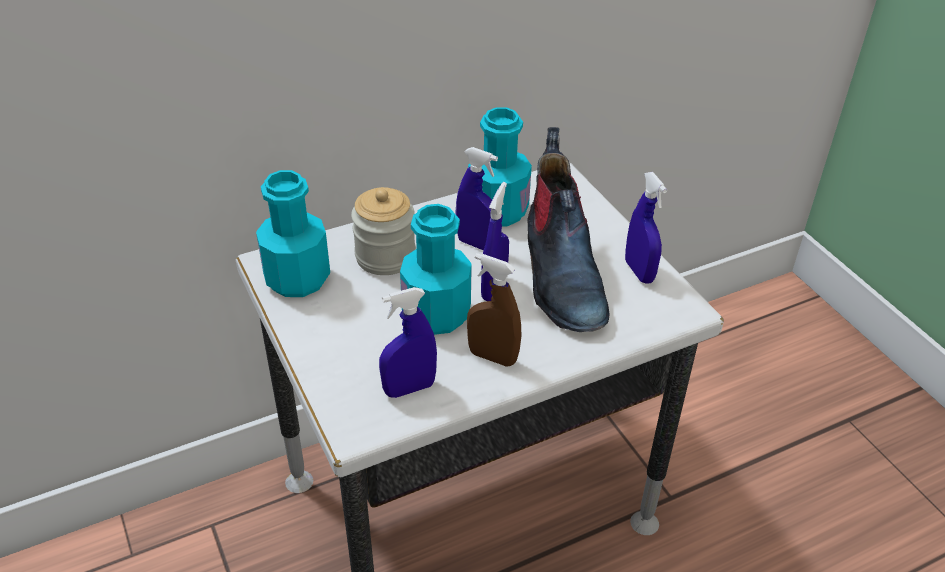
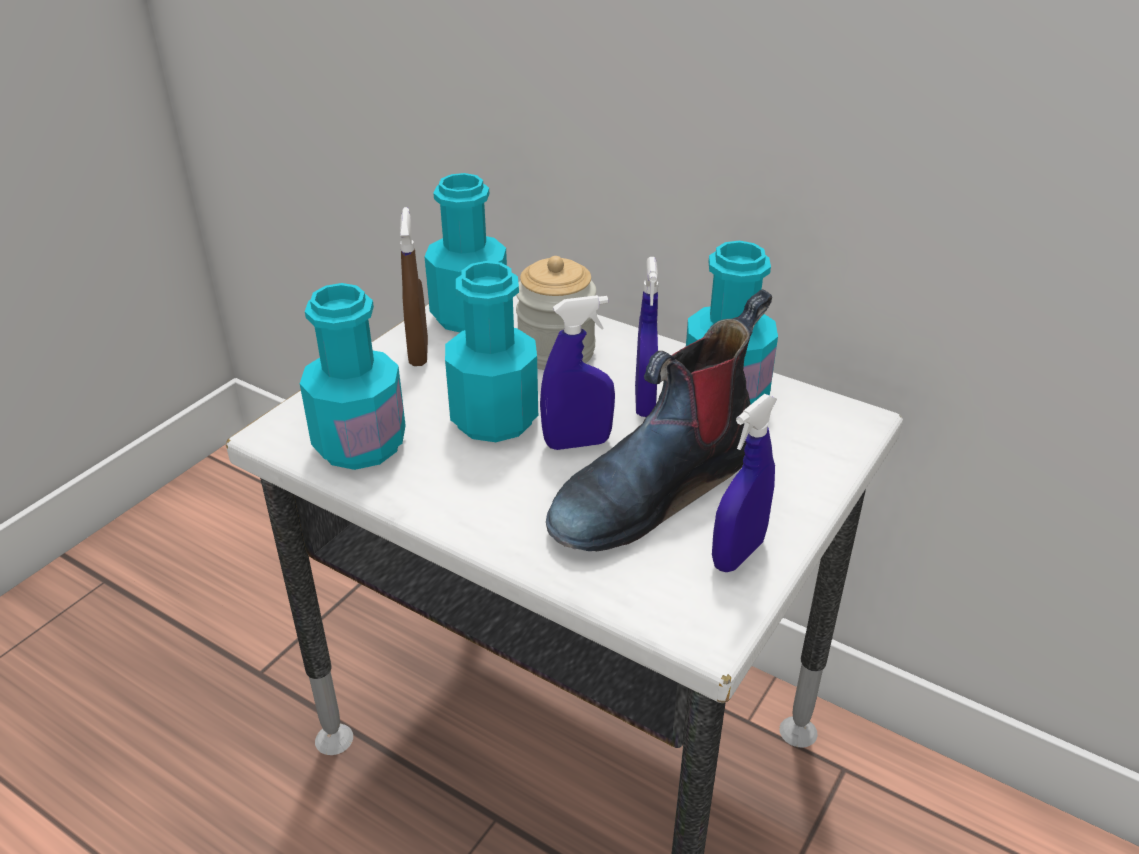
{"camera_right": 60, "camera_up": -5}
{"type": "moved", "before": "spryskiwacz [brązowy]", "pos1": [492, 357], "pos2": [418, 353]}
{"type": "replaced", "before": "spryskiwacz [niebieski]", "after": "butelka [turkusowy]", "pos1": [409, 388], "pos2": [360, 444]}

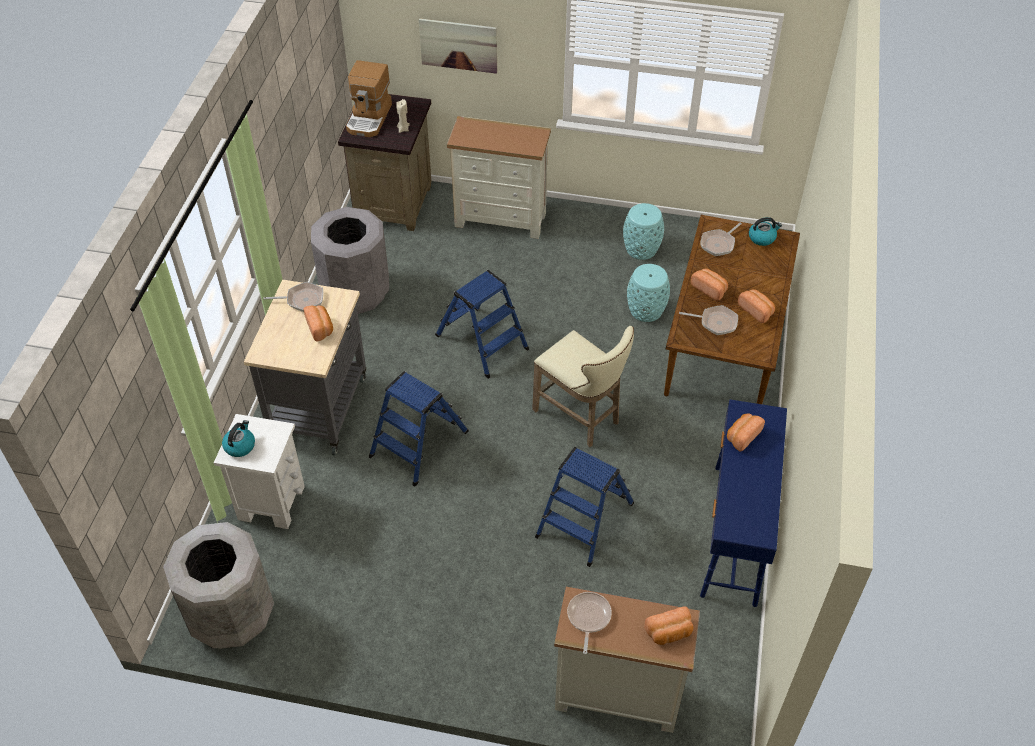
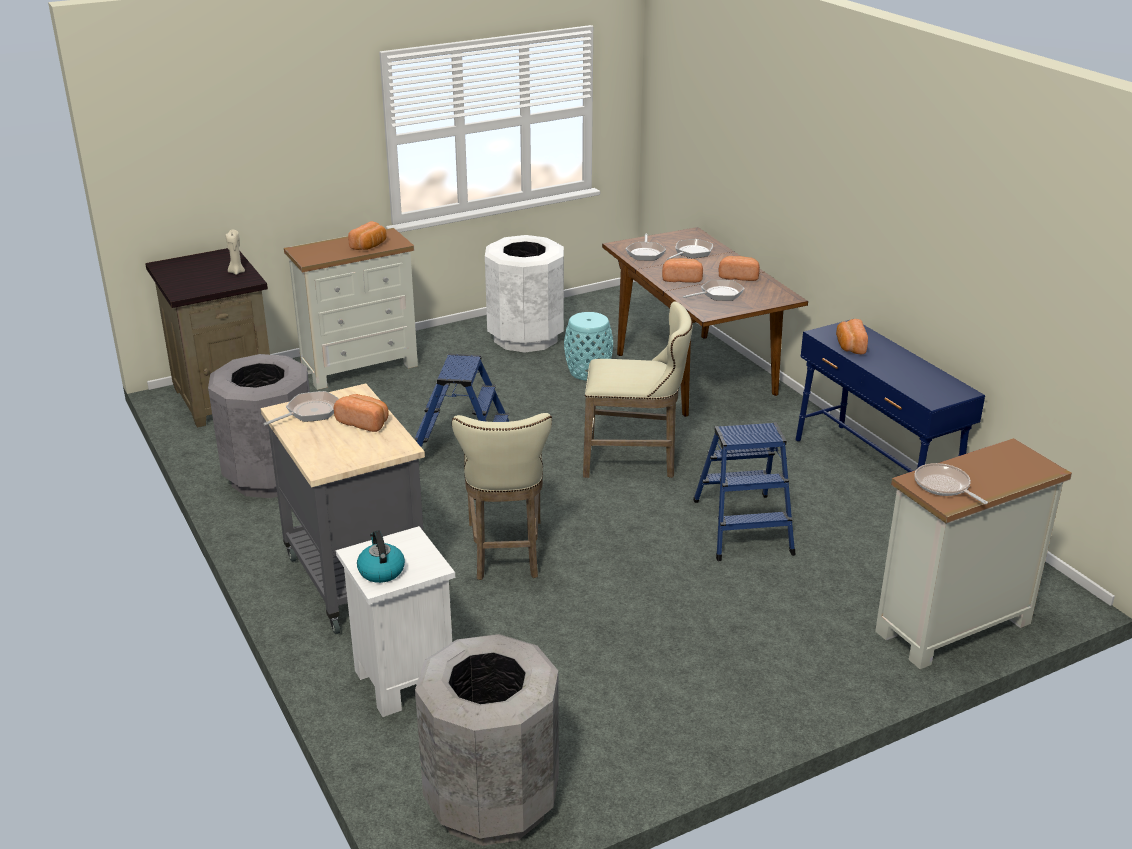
{"camera_right": -40, "camera_up": -20}
{"type": "removed", "before": "ekspres do kawy", "pos1": [370, 118]}
{"type": "removed", "before": "obraz", "pos1": [458, 45]}
{"type": "removed", "before": "czajnik", "pos1": [762, 238]}
{"type": "added", "after": "patelnia", "pos2": [691, 253]}
{"type": "moved", "before": "chleb", "pos1": [669, 633], "pos2": [370, 246]}
{"type": "replaced", "before": "drabinka [niebieski]", "after": "stołek [beżowy]", "pos1": [419, 444], "pos2": [505, 553]}
{"type": "replaced", "before": "stołek [turkusowy]", "after": "kosz na śmieci [biały]", "pos1": [641, 249], "pos2": [526, 337]}

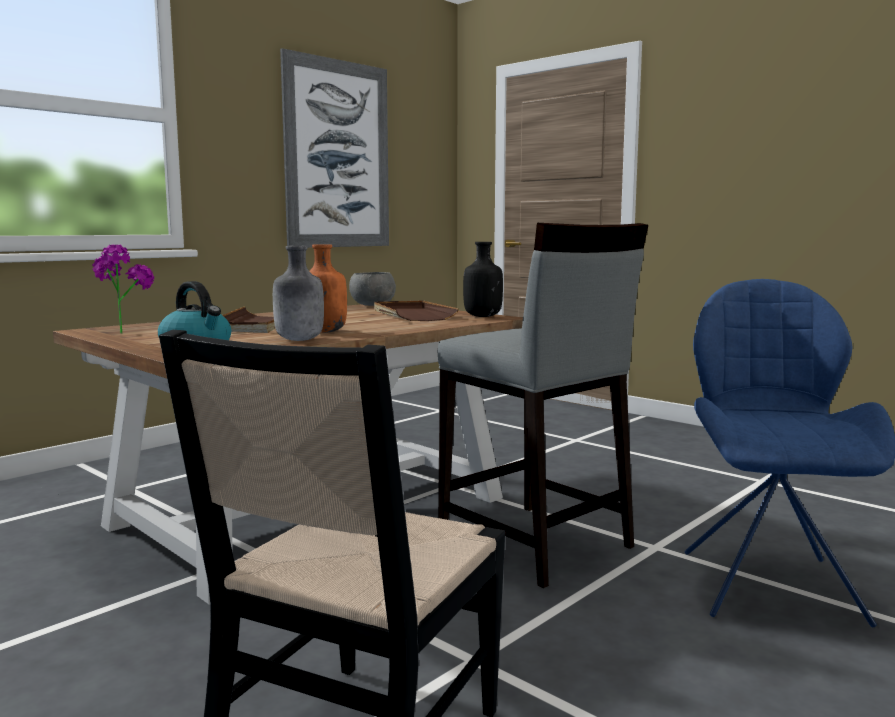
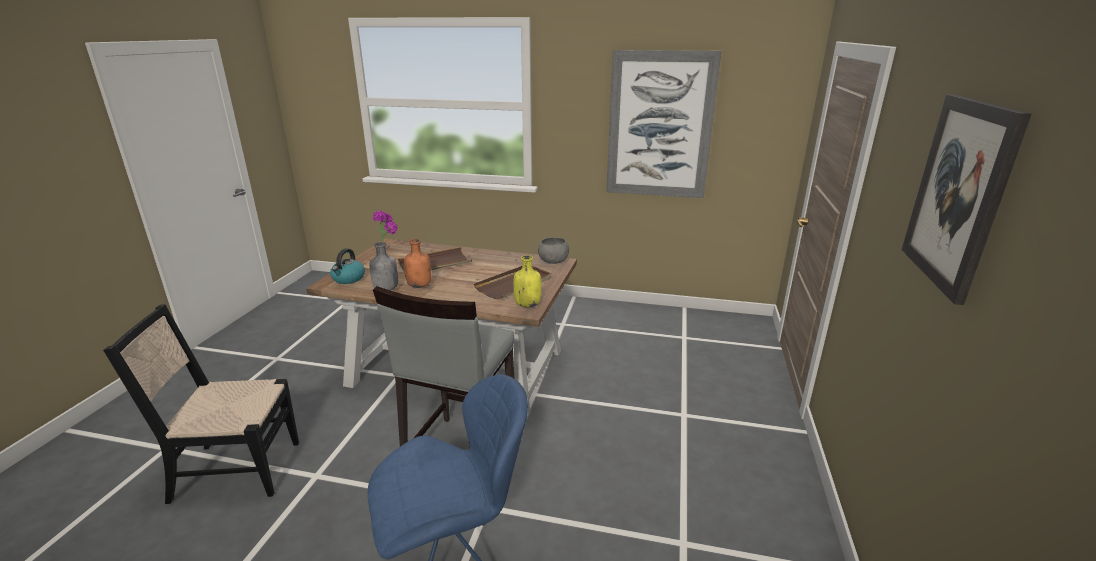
{"camera_right": 60, "camera_up": 15}
{"type": "added", "after": "obraz", "pos2": [959, 194]}
{"type": "recoloured", "before": "butelka [czarny]", "after": "butelka [żółty]", "pos1": [481, 316], "pos2": [527, 304]}

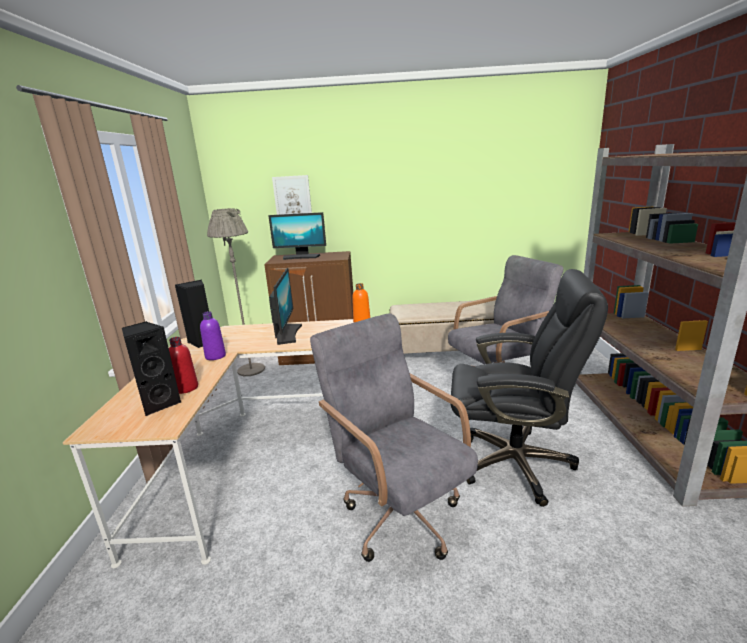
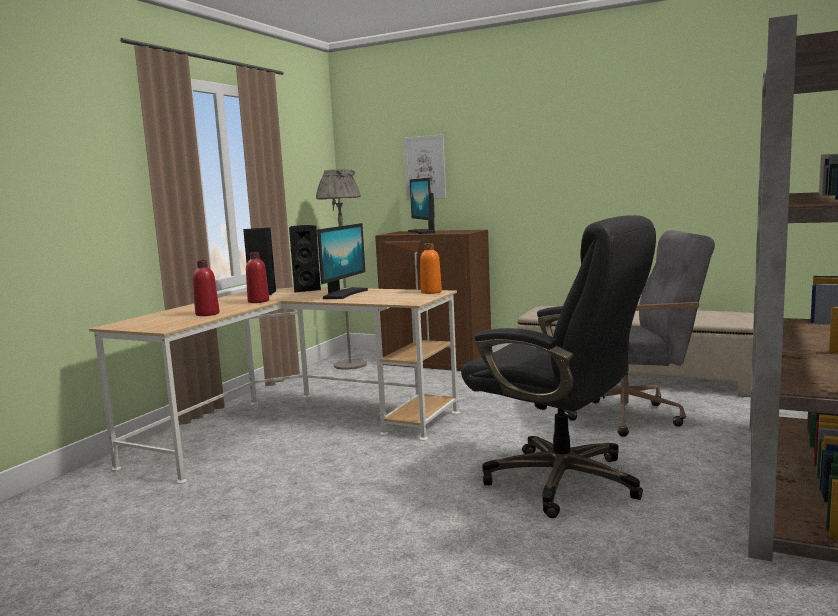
{"camera_right": 25, "camera_up": -10}
{"type": "removed", "before": "krzesło biurowe [szary]", "pos1": [398, 515]}
{"type": "moved", "before": "głośnik [czarny]", "pos1": [159, 403], "pos2": [306, 289]}
{"type": "recoloured", "before": "butelka [fioletowy]", "after": "butelka [czerwony]", "pos1": [215, 356], "pos2": [258, 301]}
{"type": "turned", "before": "monitor", "pos1": [301, 257], "pos2": [423, 232], "turn": 45}

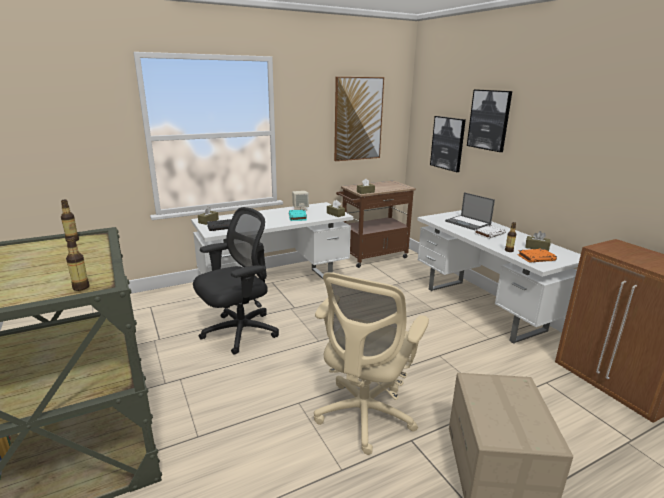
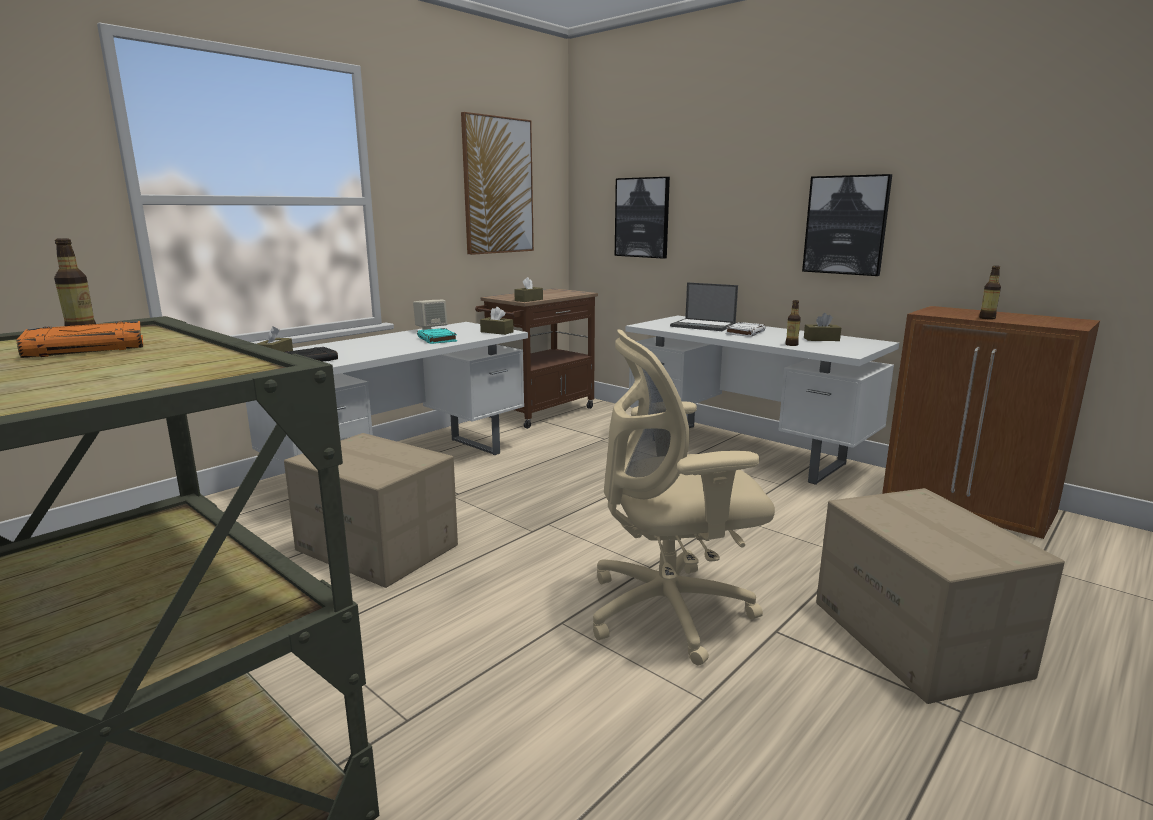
{"camera_right": -20, "camera_up": -5}
{"type": "moved", "before": "butelka", "pos1": [81, 287], "pos2": [987, 318]}
{"type": "moved", "before": "obraz", "pos1": [489, 120], "pos2": [846, 225]}
{"type": "moved", "before": "książka [pomarańczowy]", "pos1": [536, 258], "pos2": [88, 347]}
{"type": "replaced", "before": "krzesło biurowe [czarny]", "after": "karton", "pos1": [237, 334], "pos2": [378, 547]}
{"type": "turned", "before": "krzesło biurowe [beżowy]", "pos1": [365, 409], "pos2": [677, 607], "turn": 75}

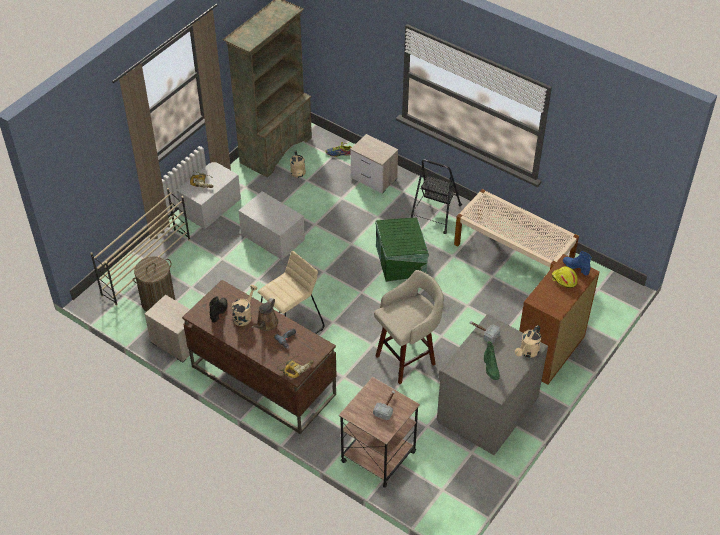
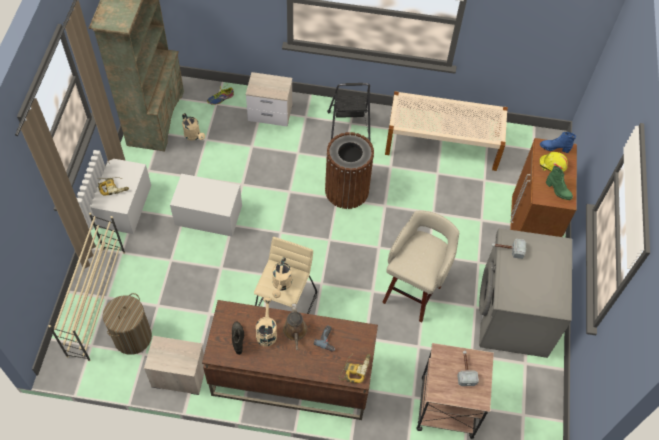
{"camera_right": -30, "camera_up": 10}
{"type": "moved", "before": "but z cholewką [zielony]", "pos1": [490, 369], "pos2": [558, 190]}
{"type": "moved", "before": "konewka [beżowy]", "pos1": [527, 352], "pos2": [281, 285]}
{"type": "replaced", "before": "pojemnik do przechowywania [zielony]", "after": "kosz na śmieci [brązowy]", "pos1": [401, 260], "pos2": [347, 190]}

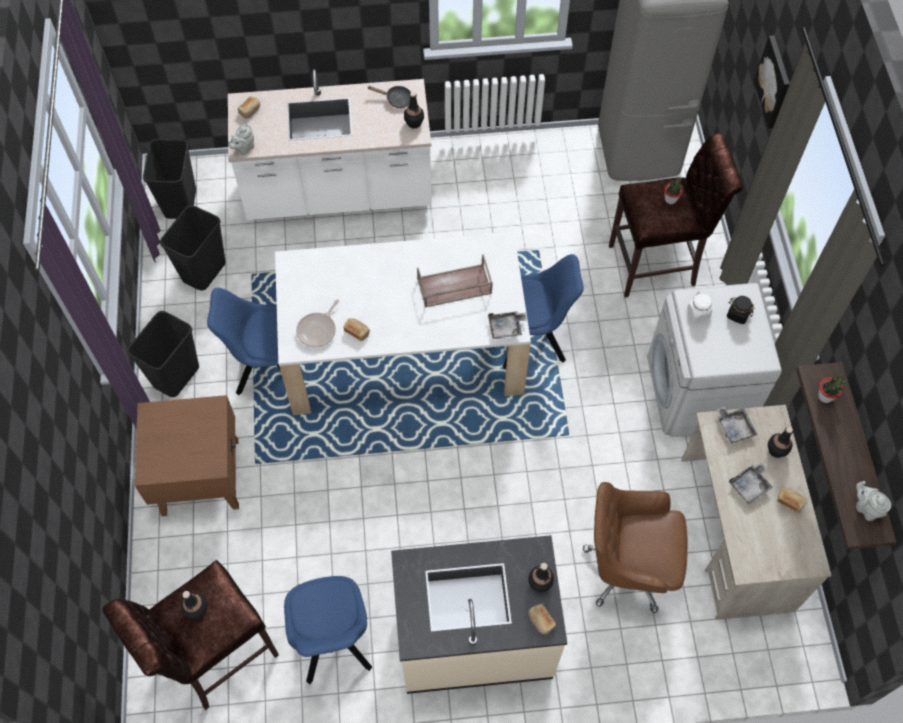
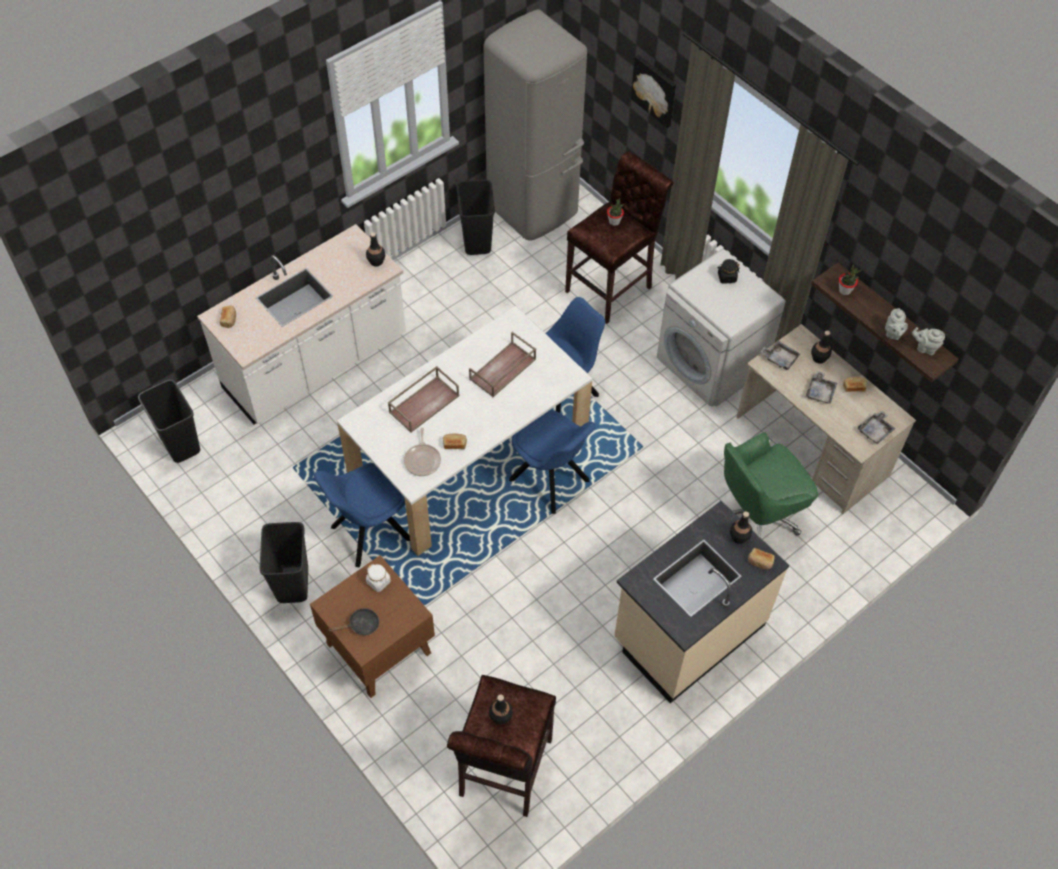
{"camera_right": -35, "camera_up": -5}
{"type": "added", "after": "taca [brązowy]", "pos2": [424, 403]}
{"type": "moved", "before": "kosz na śmieci [czarny]", "pos1": [203, 271], "pos2": [476, 241]}
{"type": "moved", "before": "imbryk [szary]", "pos1": [244, 148], "pos2": [892, 334]}
{"type": "moved", "before": "krzesło [niebieski]", "pos1": [333, 642], "pos2": [550, 480]}
{"type": "moved", "before": "patelnia [czarny]", "pos1": [396, 99], "pos2": [361, 625]}
{"type": "moved", "before": "taca [szary]", "pos1": [506, 328], "pos2": [875, 431]}
{"type": "moved", "before": "słoik [biały]", "pos1": [698, 312], "pos2": [378, 582]}
{"type": "recoloured", "before": "krzesło biurowe [brązowy]", "after": "krzesło biurowe [zielony]", "pos1": [627, 567], "pos2": [757, 515]}

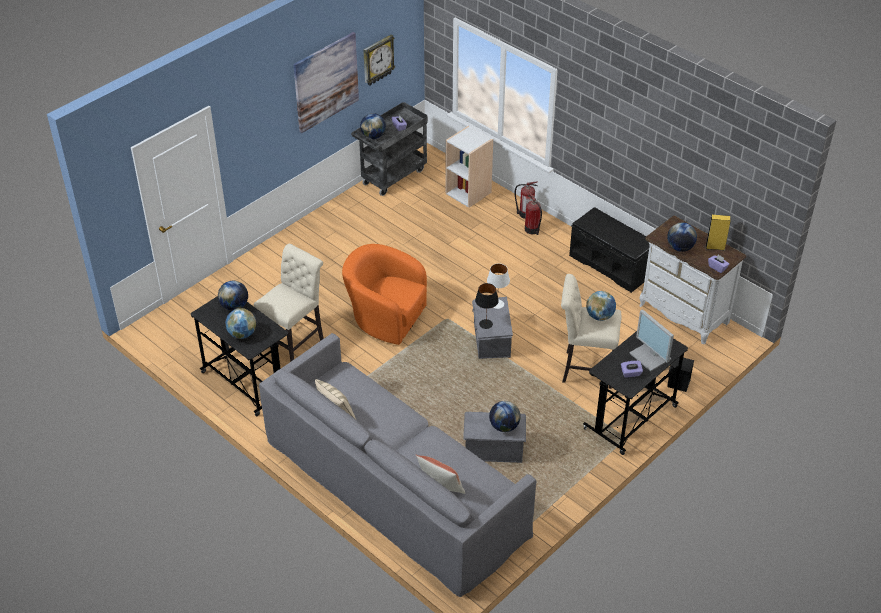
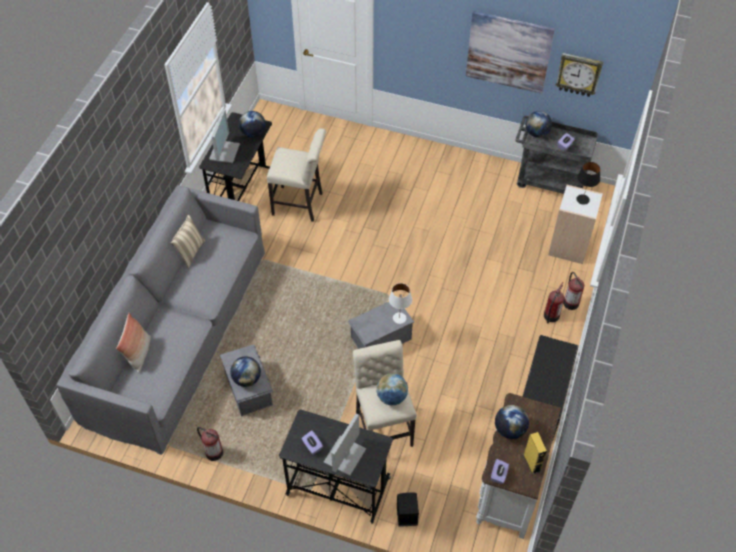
{"camera_right": 65, "camera_up": 10}
{"type": "removed", "before": "fotel [pomarańczowy]", "pos1": [385, 319]}
{"type": "added", "after": "gaśnica", "pos2": [213, 452]}
{"type": "moved", "before": "lampa stołowa [czarny]", "pos1": [486, 324], "pos2": [583, 199]}
{"type": "replaced", "before": "globus", "after": "monitor", "pos1": [242, 334], "pos2": [224, 151]}

